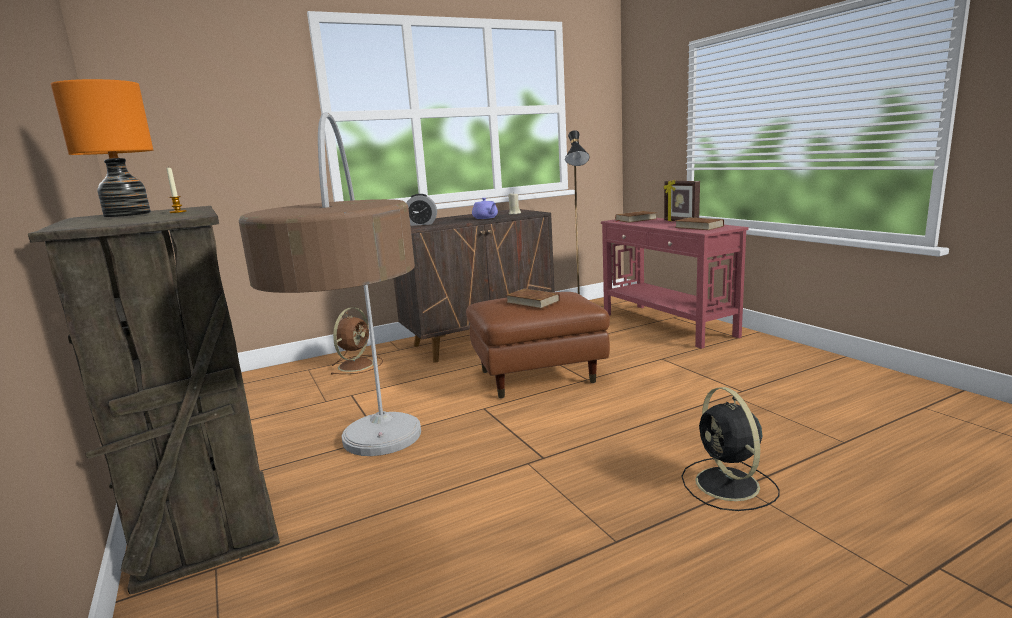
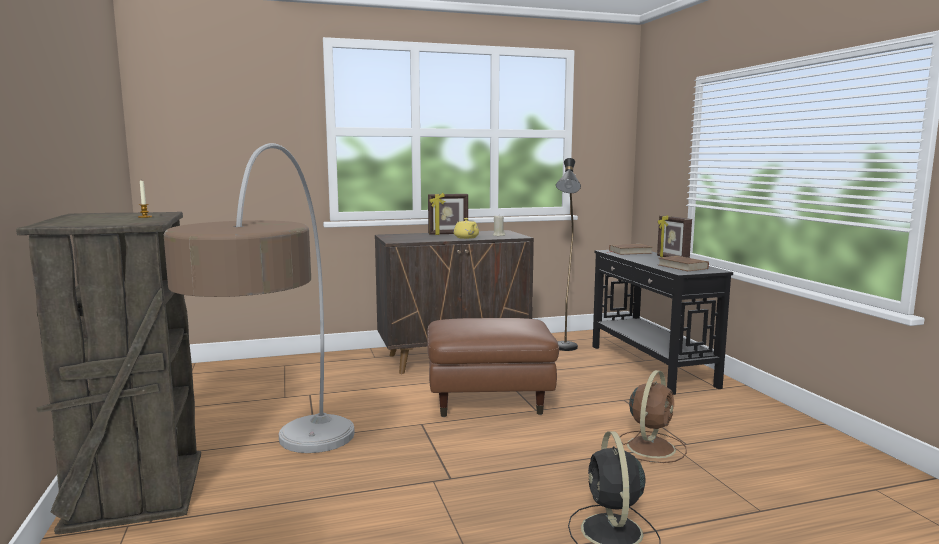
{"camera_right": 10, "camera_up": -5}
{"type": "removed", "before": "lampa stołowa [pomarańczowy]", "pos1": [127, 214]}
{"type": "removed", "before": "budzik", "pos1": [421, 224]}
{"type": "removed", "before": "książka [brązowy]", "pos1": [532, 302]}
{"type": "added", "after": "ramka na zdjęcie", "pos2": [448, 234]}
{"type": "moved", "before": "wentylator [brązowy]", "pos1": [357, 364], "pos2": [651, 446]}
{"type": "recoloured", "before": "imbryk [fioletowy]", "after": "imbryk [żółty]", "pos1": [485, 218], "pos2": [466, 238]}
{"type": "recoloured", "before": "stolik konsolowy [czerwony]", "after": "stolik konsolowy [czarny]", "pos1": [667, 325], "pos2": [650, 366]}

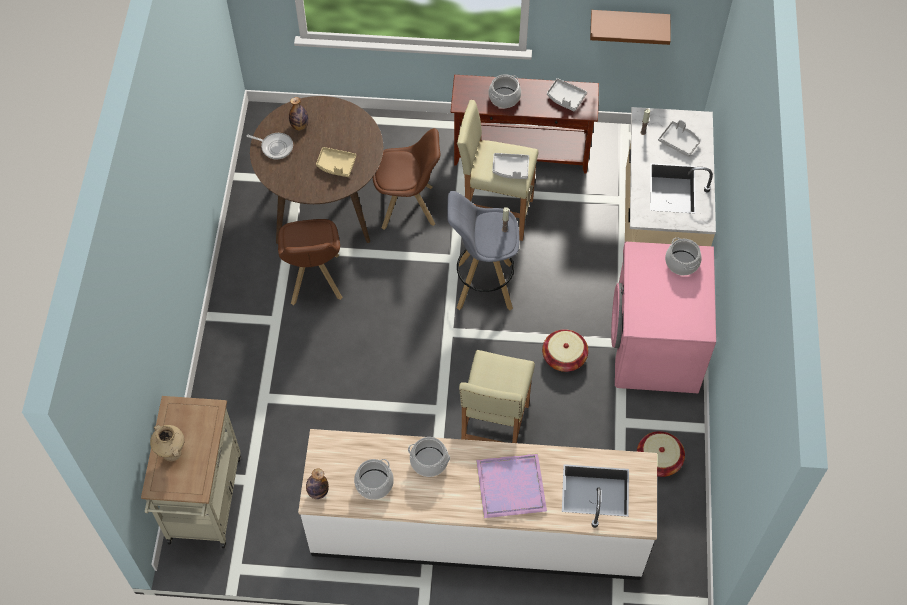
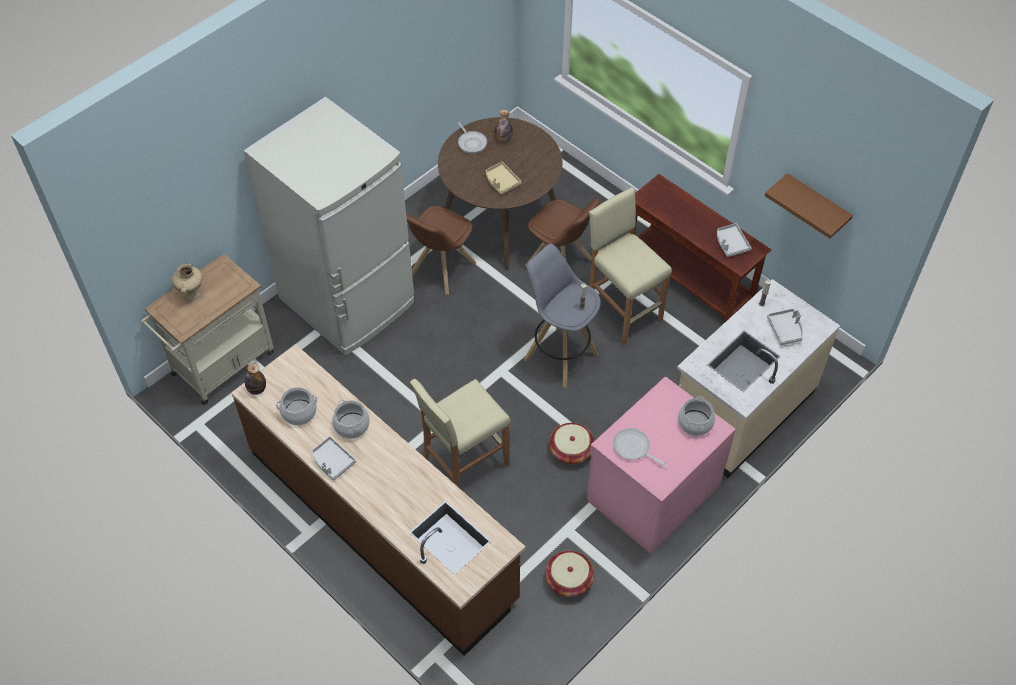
{"camera_right": 40, "camera_up": -5}
{"type": "removed", "before": "taca [fioletowy]", "pos1": [512, 485]}
{"type": "removed", "before": "garnek", "pos1": [504, 98]}
{"type": "added", "after": "lodówka [biały]", "pos2": [348, 300]}
{"type": "added", "after": "patelnia", "pos2": [634, 448]}
{"type": "moved", "before": "taca [szary]", "pos1": [510, 169], "pos2": [332, 461]}
{"type": "recoloured", "before": "zabudowa kuchenna [biały]", "after": "zabudowa kuchenna [brązowy]", "pos1": [477, 529], "pos2": [382, 524]}

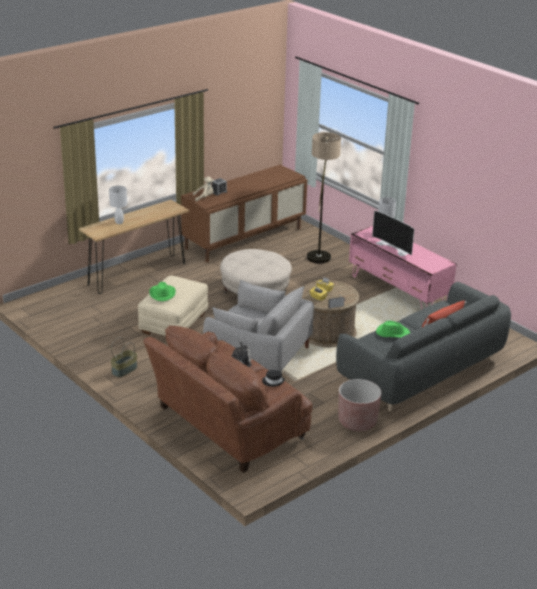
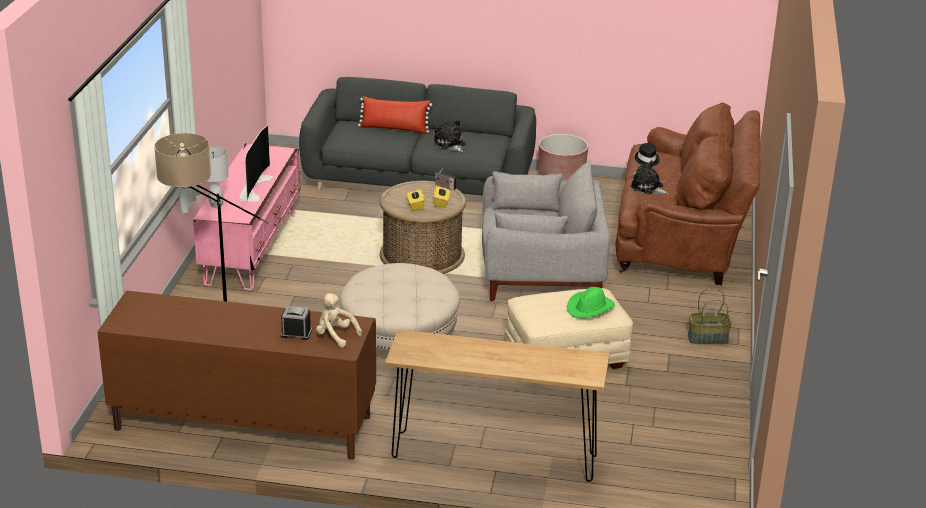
{"camera_right": -130, "camera_up": 0}
{"type": "removed", "before": "lampa stołowa [biały]", "pos1": [119, 222]}
{"type": "replaced", "before": "kapelusz [zielony]", "after": "pluszak", "pos1": [392, 333], "pos2": [450, 144]}
{"type": "turned", "before": "fotel [szary]", "pos1": [258, 357], "pos2": [541, 273], "turn": 105}

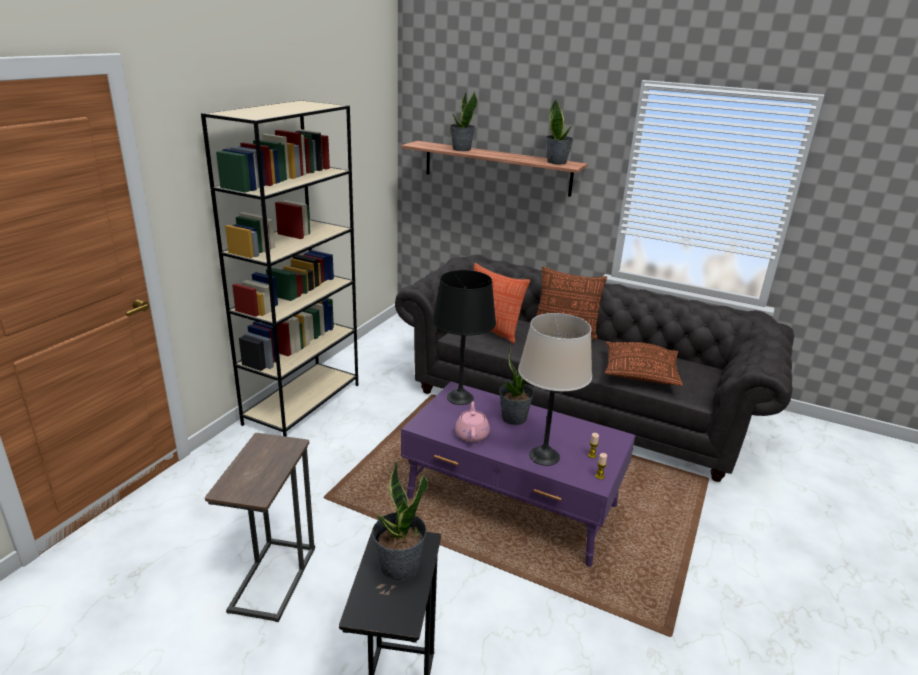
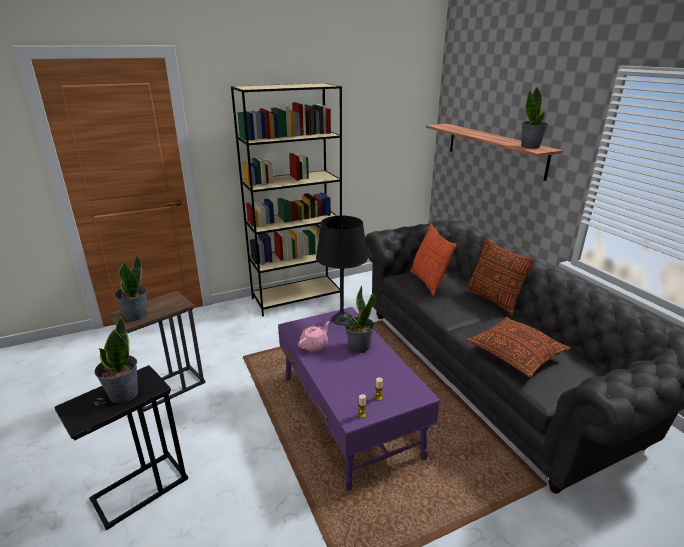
{"camera_right": 40, "camera_up": 0}
{"type": "removed", "before": "lampa stołowa [beżowy]", "pos1": [544, 456]}
{"type": "moved", "before": "roślina doniczkowa", "pos1": [461, 149], "pos2": [135, 315]}

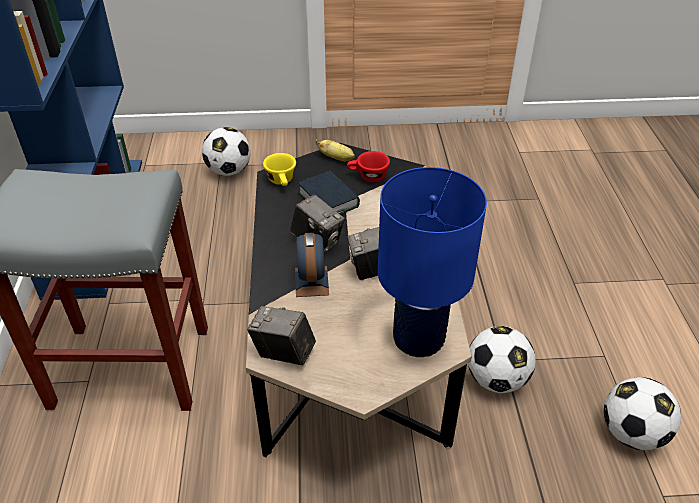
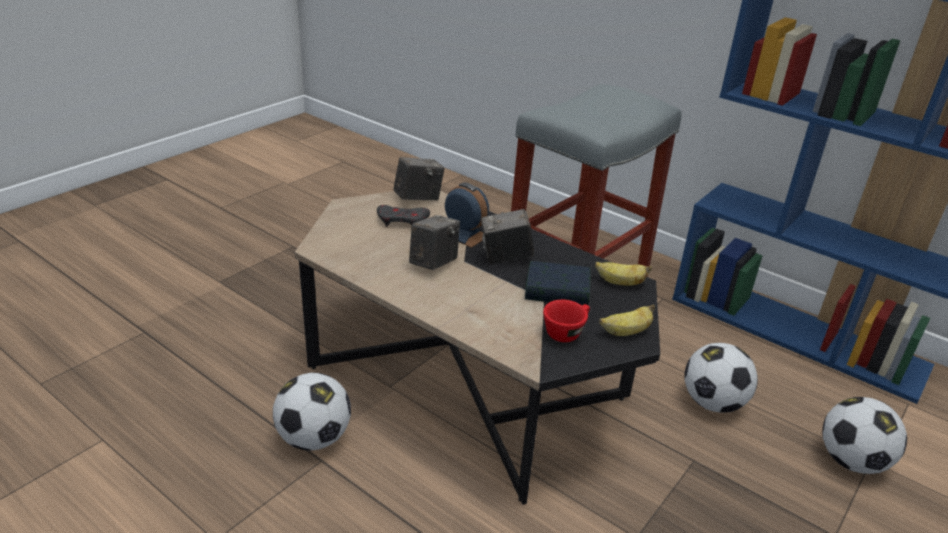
{"camera_right": 130, "camera_up": -10}
{"type": "removed", "before": "lampa stołowa [niebieski]", "pos1": [419, 342]}
{"type": "added", "after": "pad do gier [szary]", "pos2": [402, 220]}
{"type": "moved", "before": "piłka futbolowa", "pos1": [632, 433], "pos2": [713, 403]}
{"type": "replaced", "before": "filiżanka [żółty]", "after": "banan", "pos1": [282, 182], "pos2": [619, 283]}

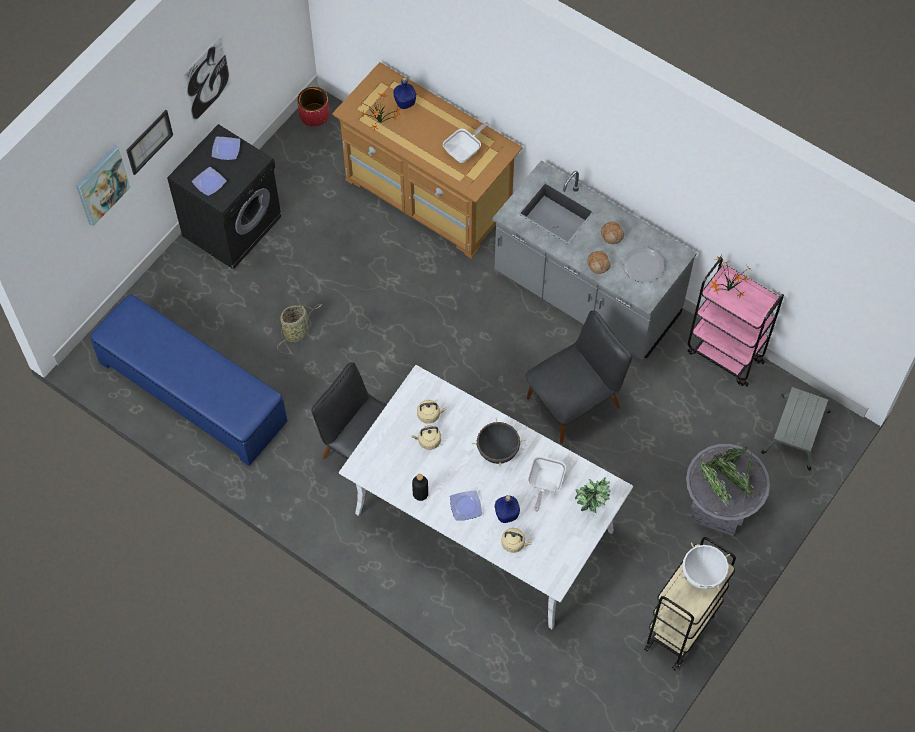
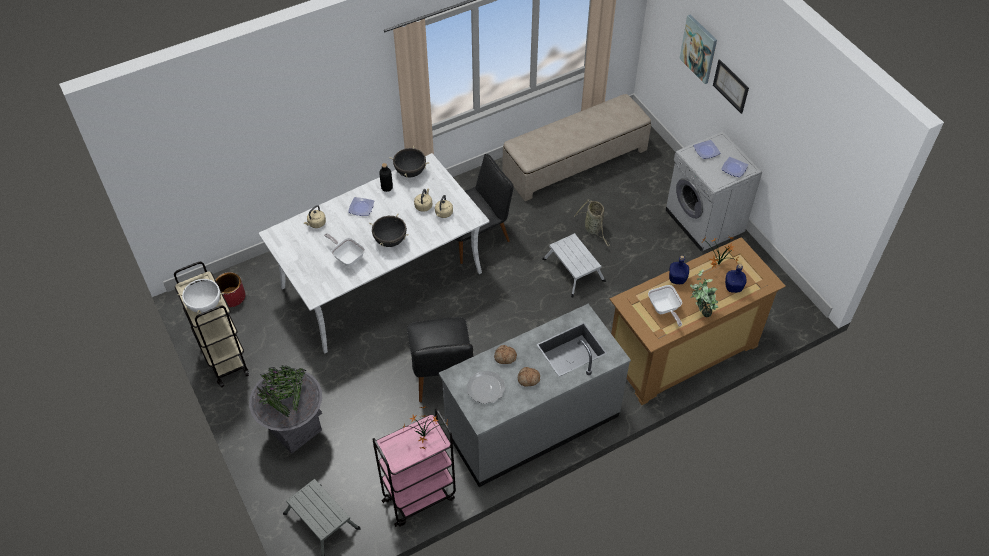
{"camera_right": 115, "camera_up": -10}
{"type": "removed", "before": "obraz", "pos1": [207, 79]}
{"type": "added", "after": "garnek [czarny]", "pos2": [410, 172]}
{"type": "added", "after": "drabinka [biały]", "pos2": [574, 270]}
{"type": "moved", "before": "donica [czerwony]", "pos1": [314, 114], "pos2": [232, 297]}
{"type": "moved", "before": "butelka [niebieski]", "pos1": [506, 514], "pos2": [677, 279]}
{"type": "moved", "before": "roślina doniczkowa", "pos1": [590, 509], "pos2": [700, 312]}
{"type": "recoloured", "before": "ławka [niebieski]", "after": "ławka [beżowy]", "pos1": [191, 391], "pos2": [575, 160]}
{"type": "recoloured", "before": "pralka [czarny]", "after": "pralka [biały]", "pos1": [234, 227], "pos2": [703, 222]}

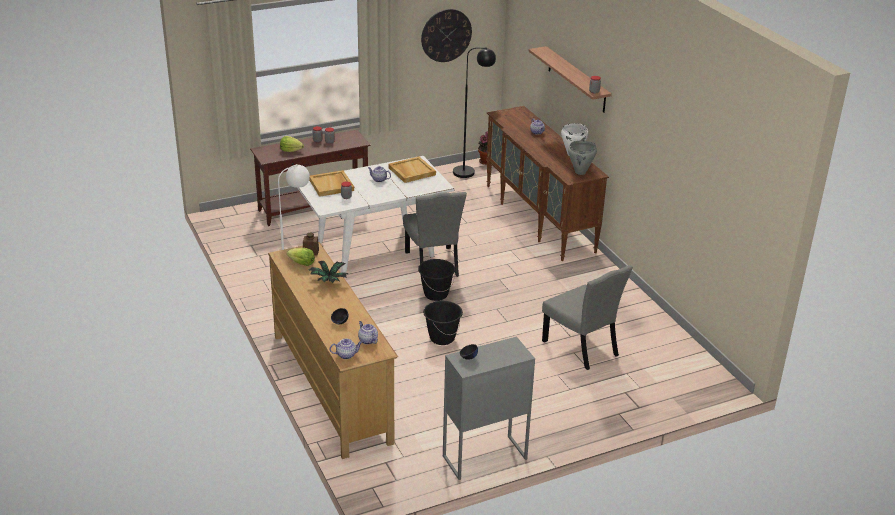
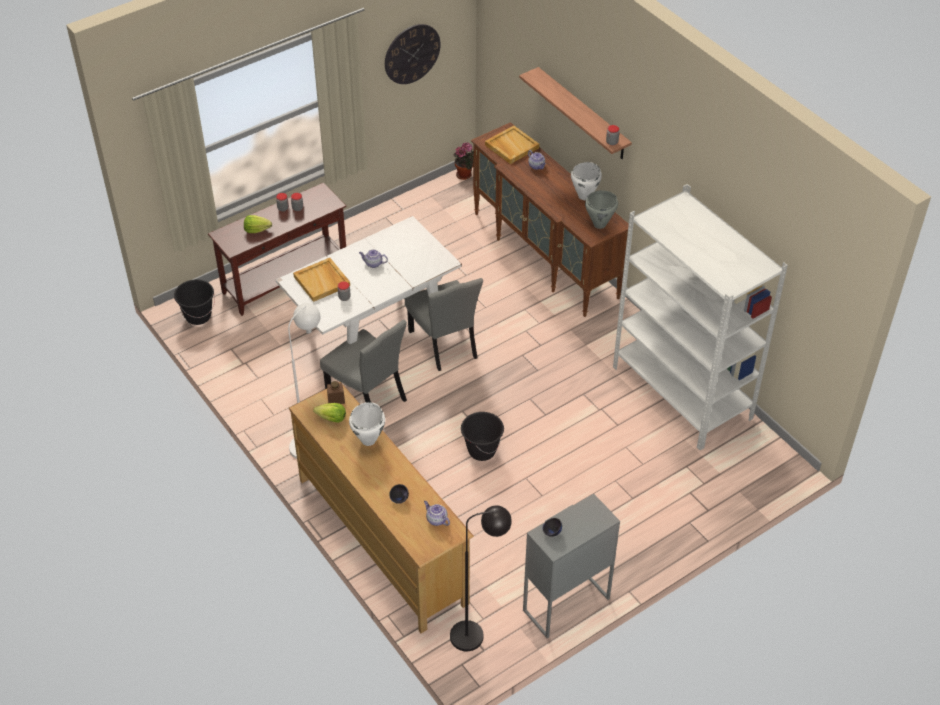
{"camera_right": -10, "camera_up": 15}
{"type": "removed", "before": "imbryk", "pos1": [346, 355]}
{"type": "added", "after": "regał [biały]", "pos2": [681, 392]}
{"type": "moved", "before": "taca [beżowy]", "pos1": [411, 171], "pos2": [511, 146]}
{"type": "moved", "before": "wiadro [czarny]", "pos1": [436, 294], "pos2": [198, 316]}
{"type": "moved", "before": "lampa stojąca [czarny]", "pos1": [470, 173], "pos2": [477, 635]}
{"type": "moved", "before": "krzesło [szary]", "pos1": [580, 346], "pos2": [367, 394]}
{"type": "replaced", "before": "roślina doniczkowa", "after": "garnek [biały]", "pos1": [328, 281], "pos2": [369, 440]}

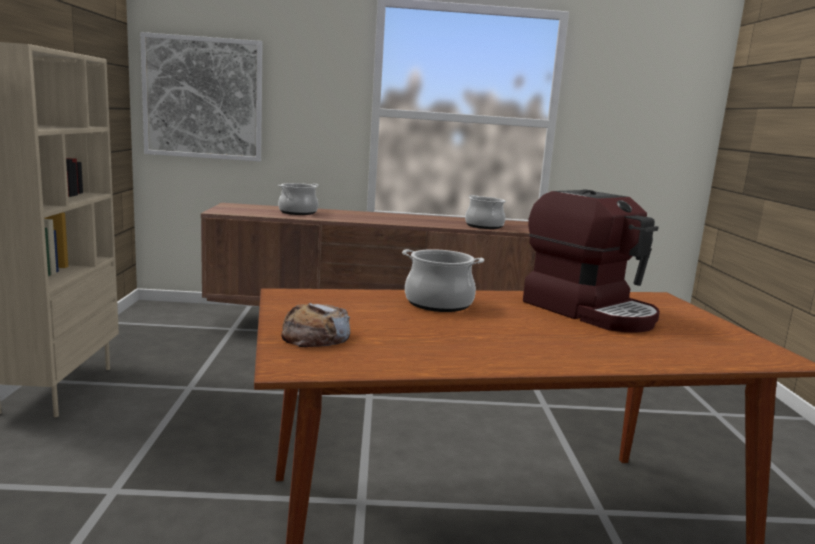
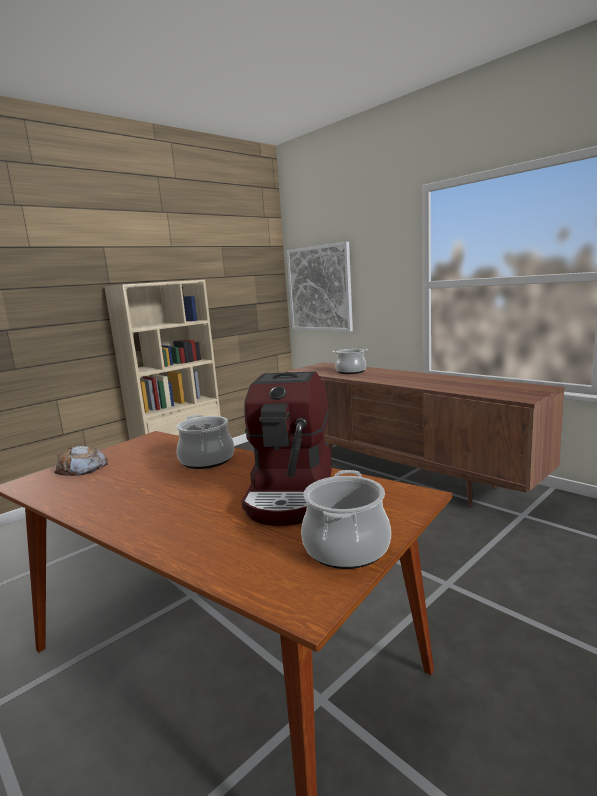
{"camera_right": 50, "camera_up": 0}
{"type": "moved", "before": "garnek", "pos1": [484, 226], "pos2": [346, 548]}

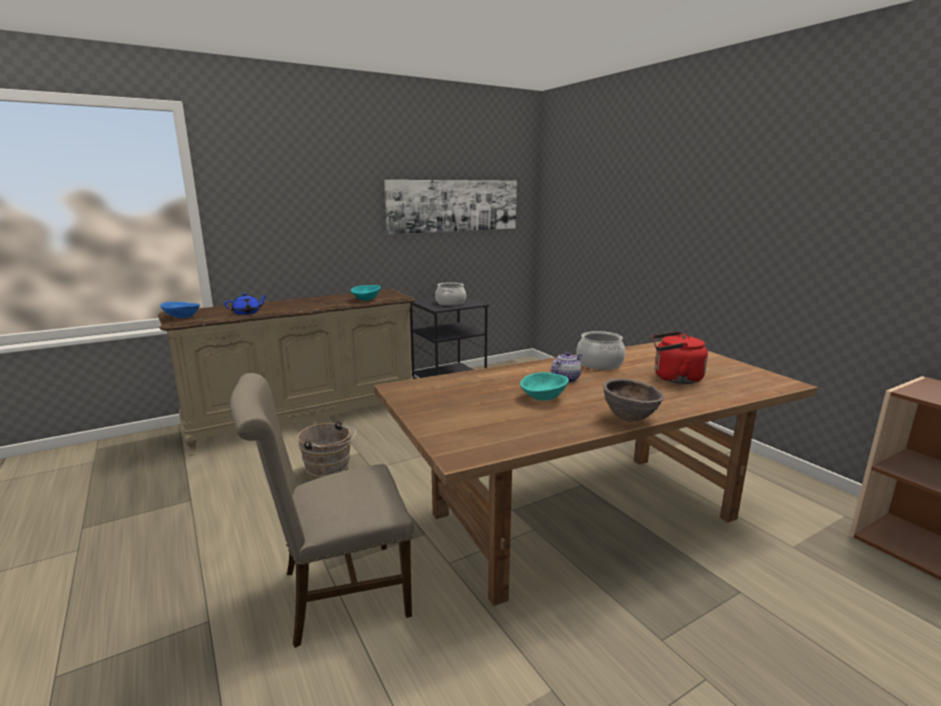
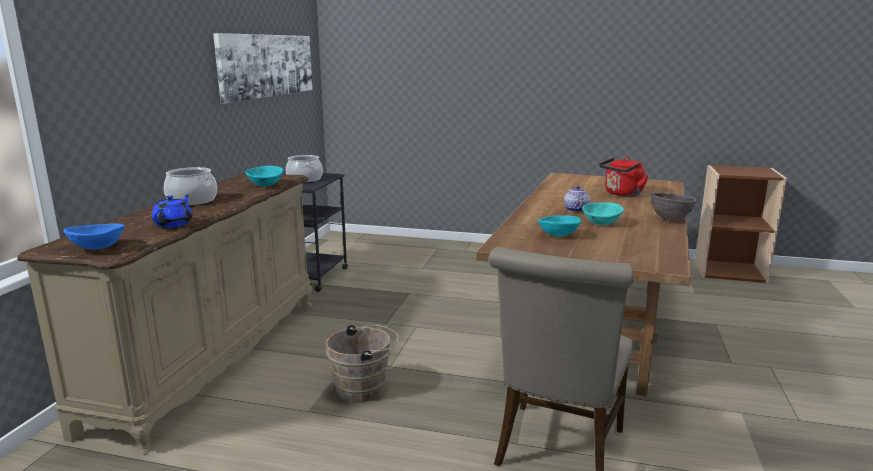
{"camera_right": -45, "camera_up": 0}
{"type": "added", "after": "miska [turkusowy]", "pos2": [558, 235]}
{"type": "moved", "before": "garnek", "pos1": [599, 364], "pos2": [192, 201]}

